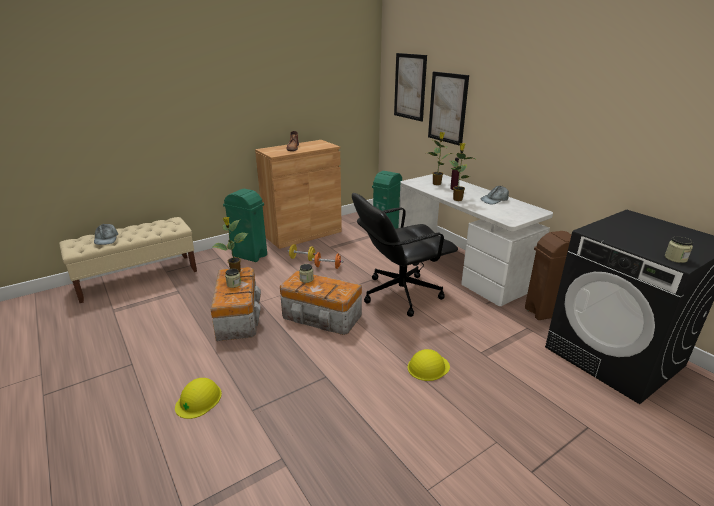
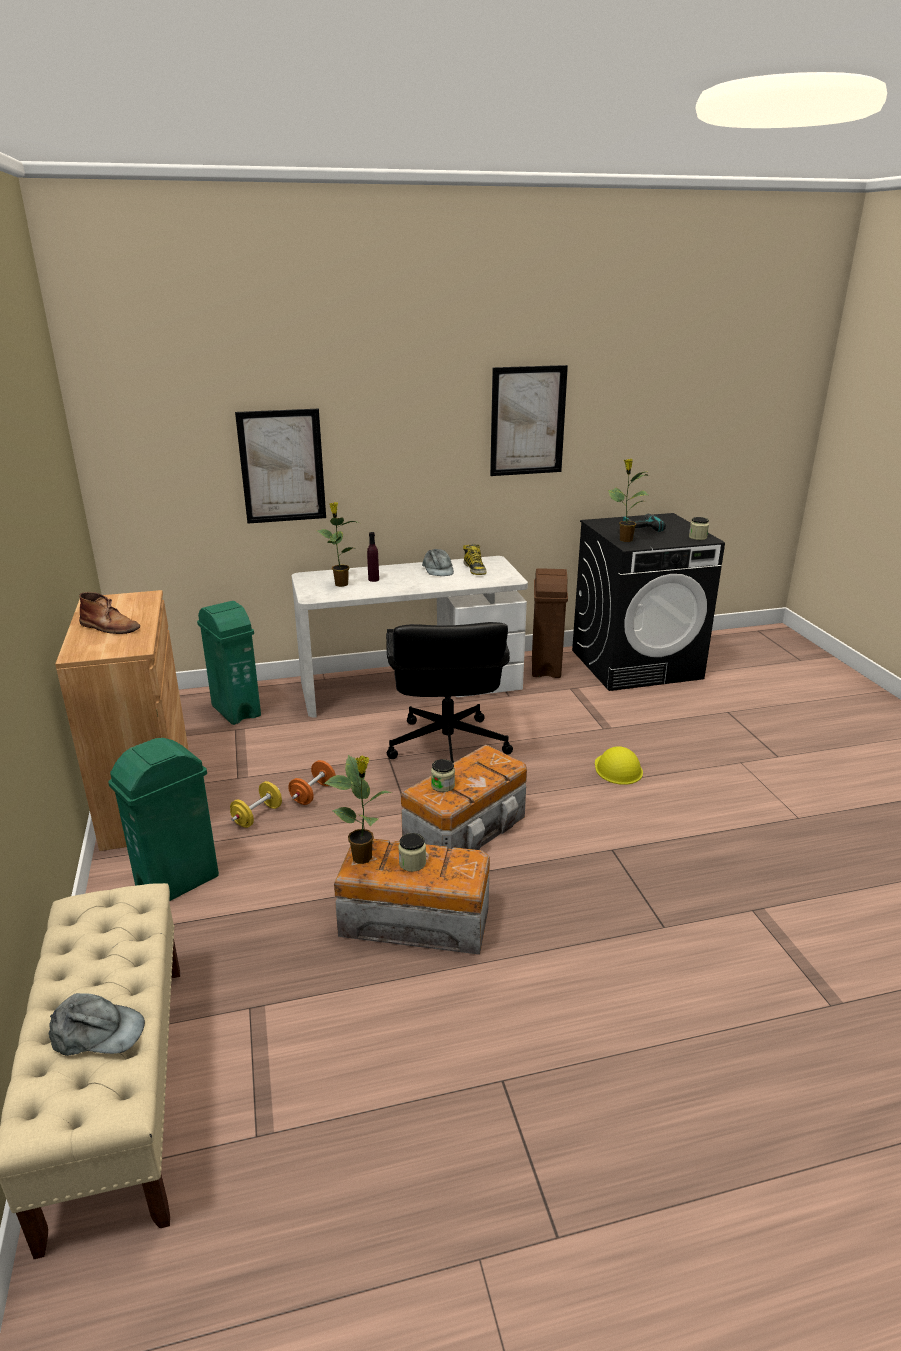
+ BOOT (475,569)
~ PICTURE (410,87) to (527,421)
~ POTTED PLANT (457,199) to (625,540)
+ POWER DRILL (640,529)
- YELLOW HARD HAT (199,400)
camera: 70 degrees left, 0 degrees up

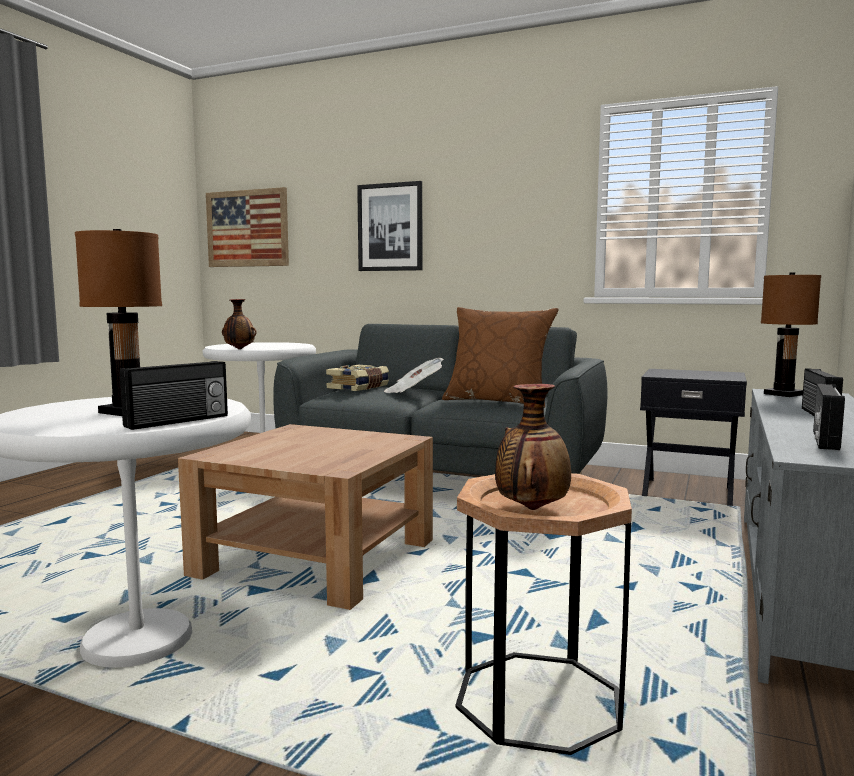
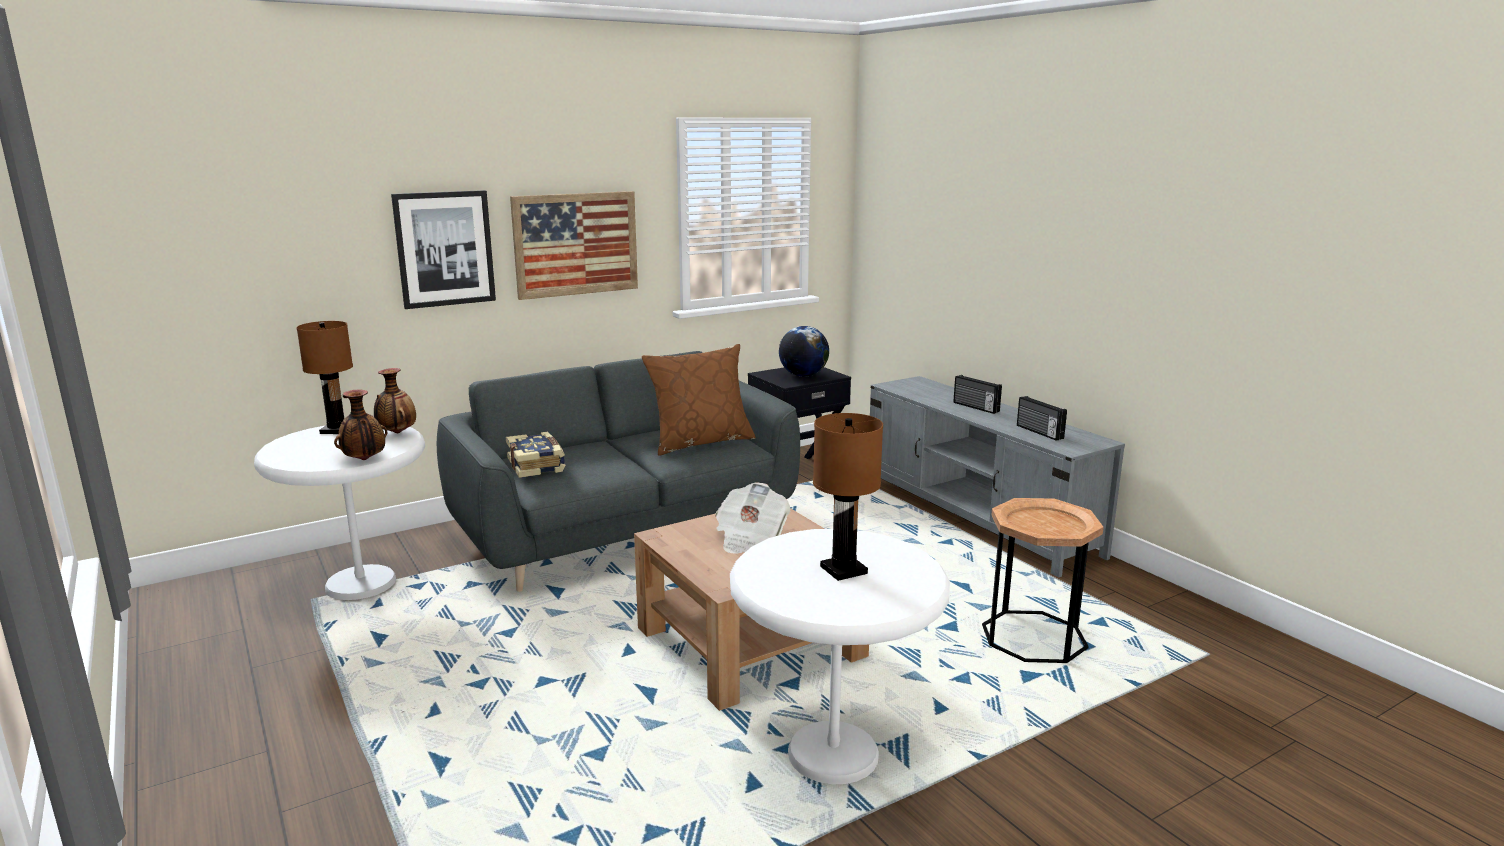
~ BROWN TABLE LAMP (782,394) to (336,430)
~ VASE (531,509) to (396,433)
~ PICTURE (247,228) to (576,244)
~ NEWSPAPER (413,392) to (750,538)
+ GLOBE (803,375)
- RADIO (178,421)
camera: 55 degrees left, 10 degrees up

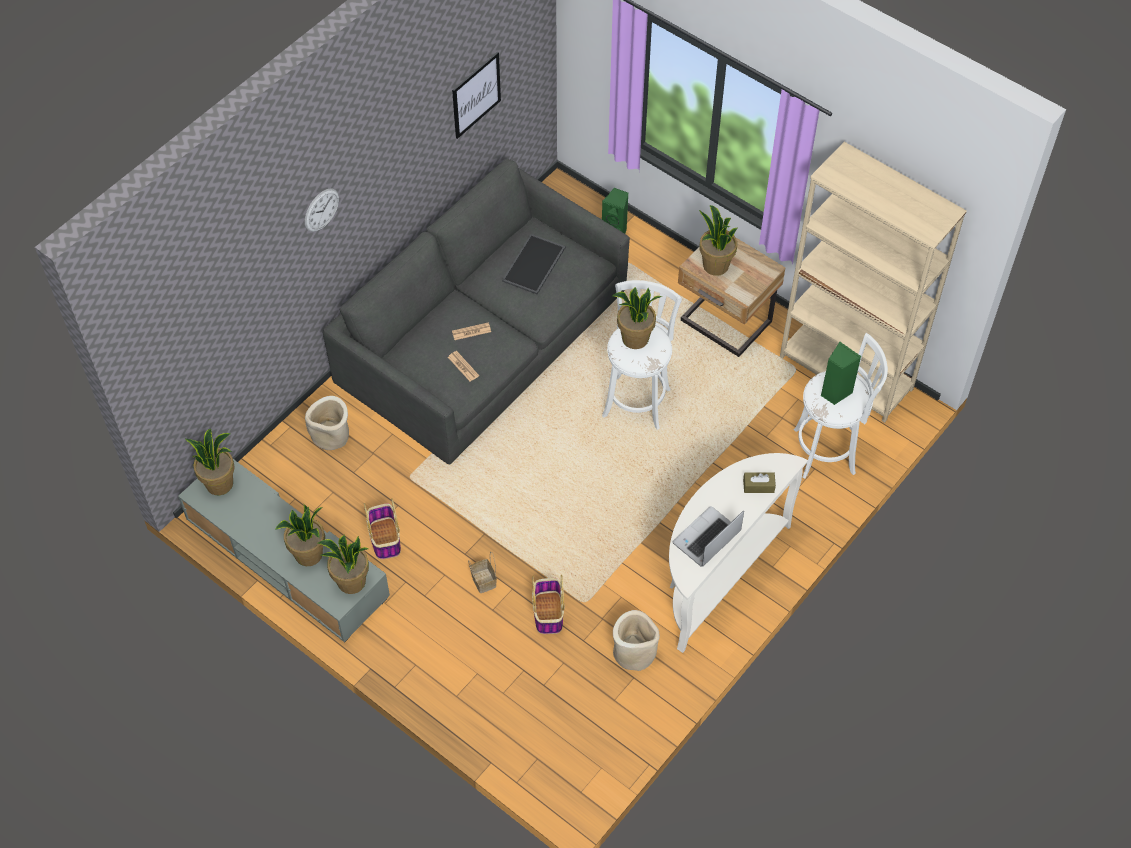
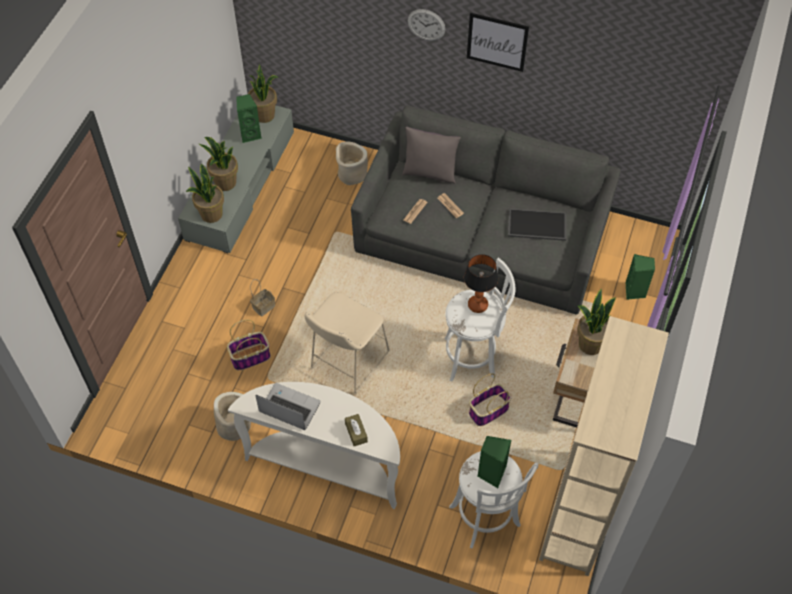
+ GREEN SPEAKER (250,134)
+ BEIGE STOOL (347,363)
+ GREY PILLOW (430,173)
~ POTTED PLANT (635,339) to TABLE LAMP (478,305)
~ PICTURE (476,95) to (497,42)
~ BASKET (385,538) to (489,410)
camera: 70 degrees right, 0 degrees up

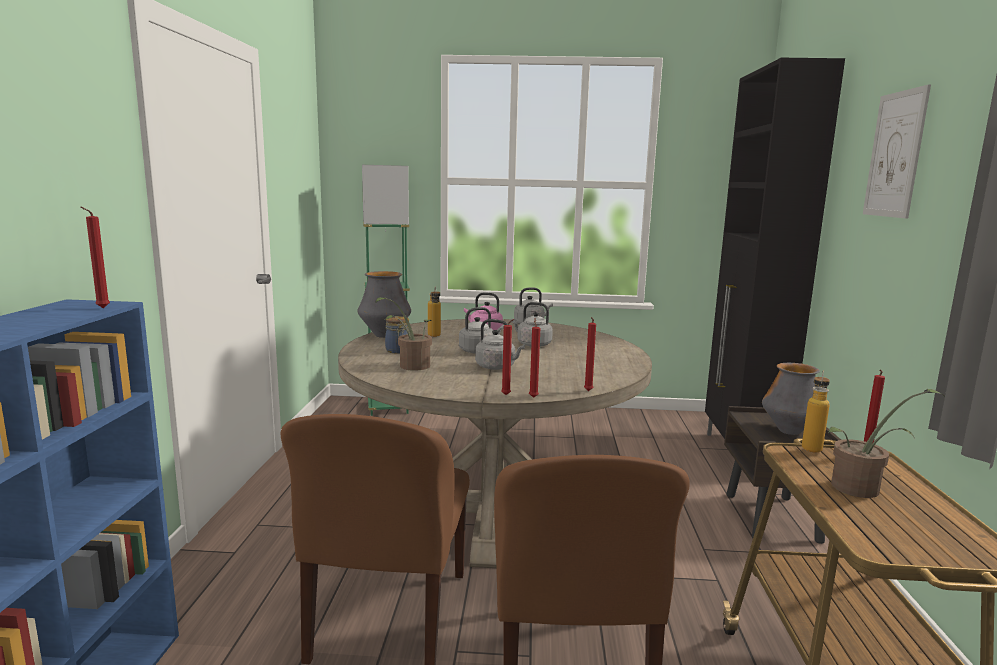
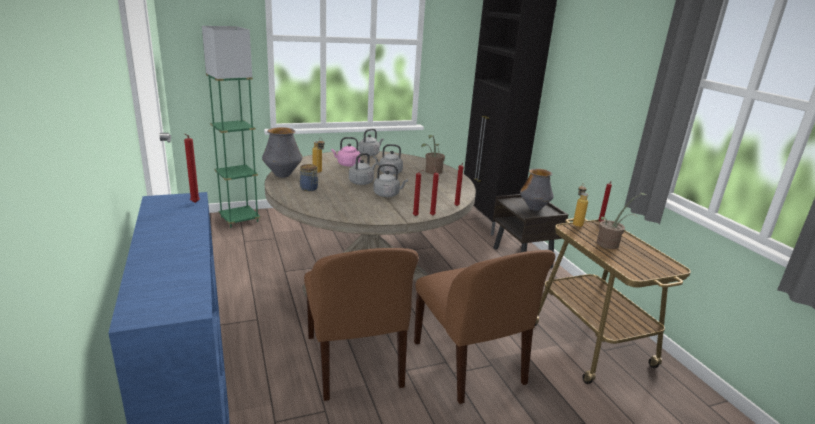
~ POTTED PLANT (410,366) to (432,172)
- PICTURE (895,154)
camera: 25 degrees left, 10 degrees up

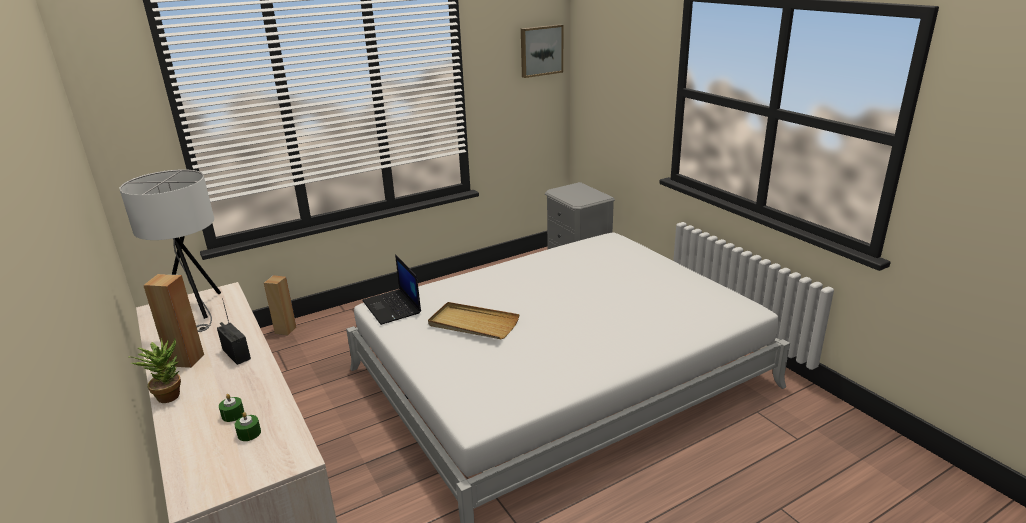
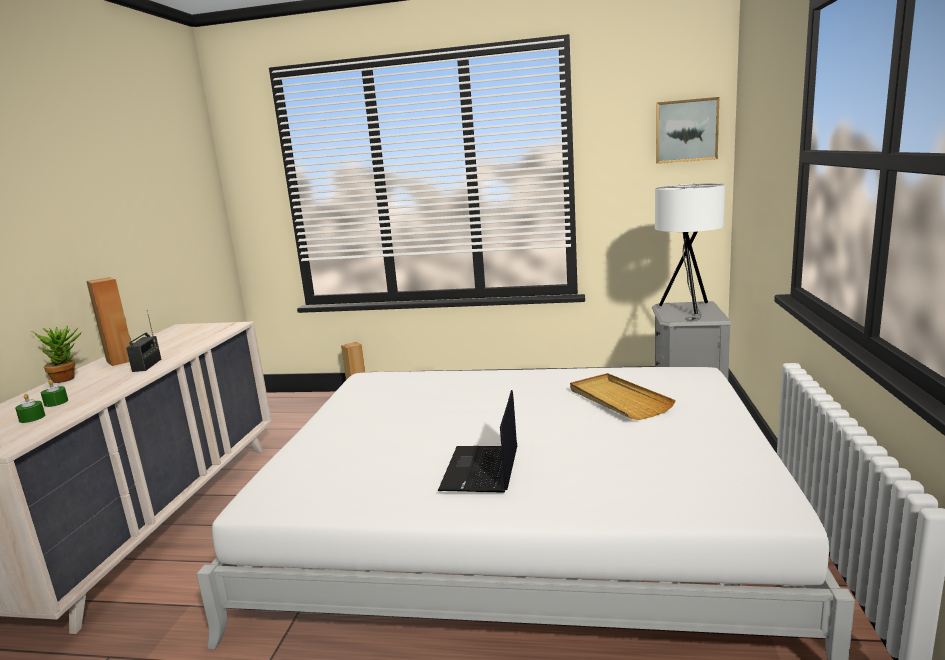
~ LAPTOP (393,307) to (481,470)
~ BEIGE TRAY (473,324) to (618,399)
~ WHITE TABLE LAMP (197,309) to (687,309)
camera: 40 degrees right, 10 degrees down

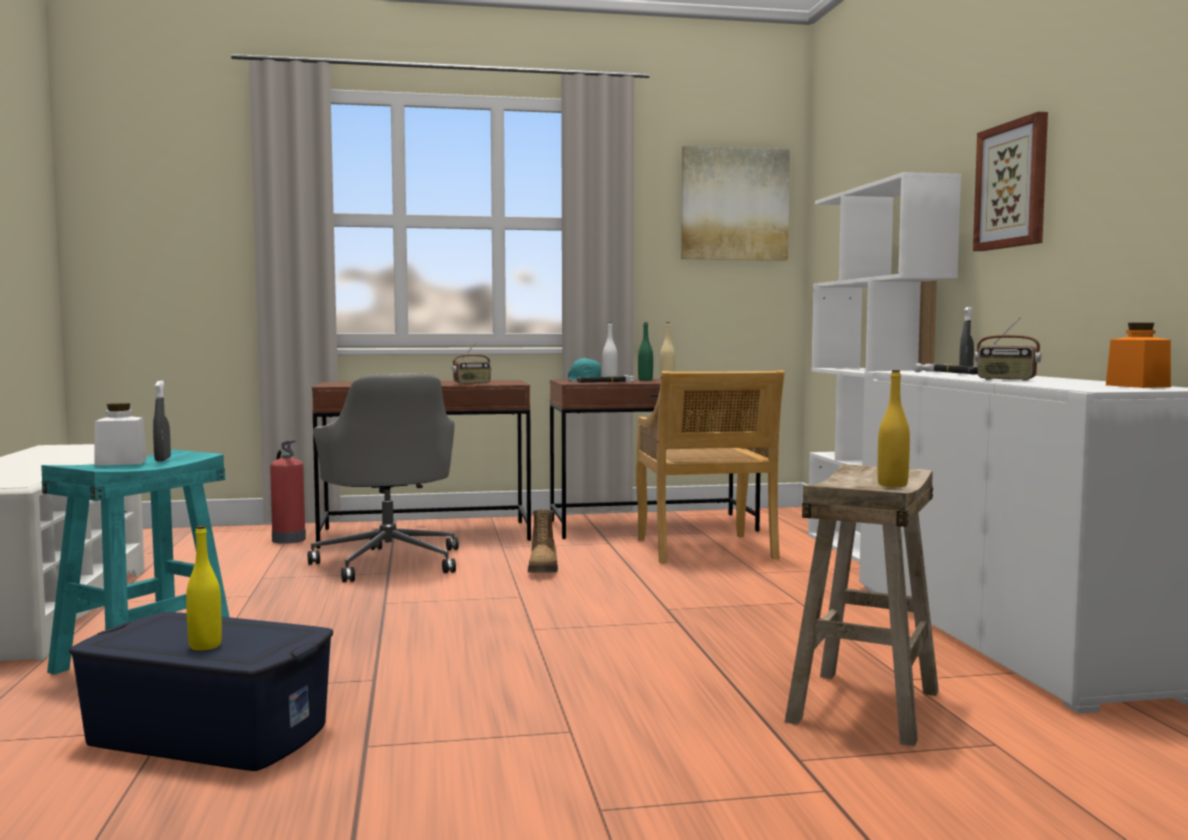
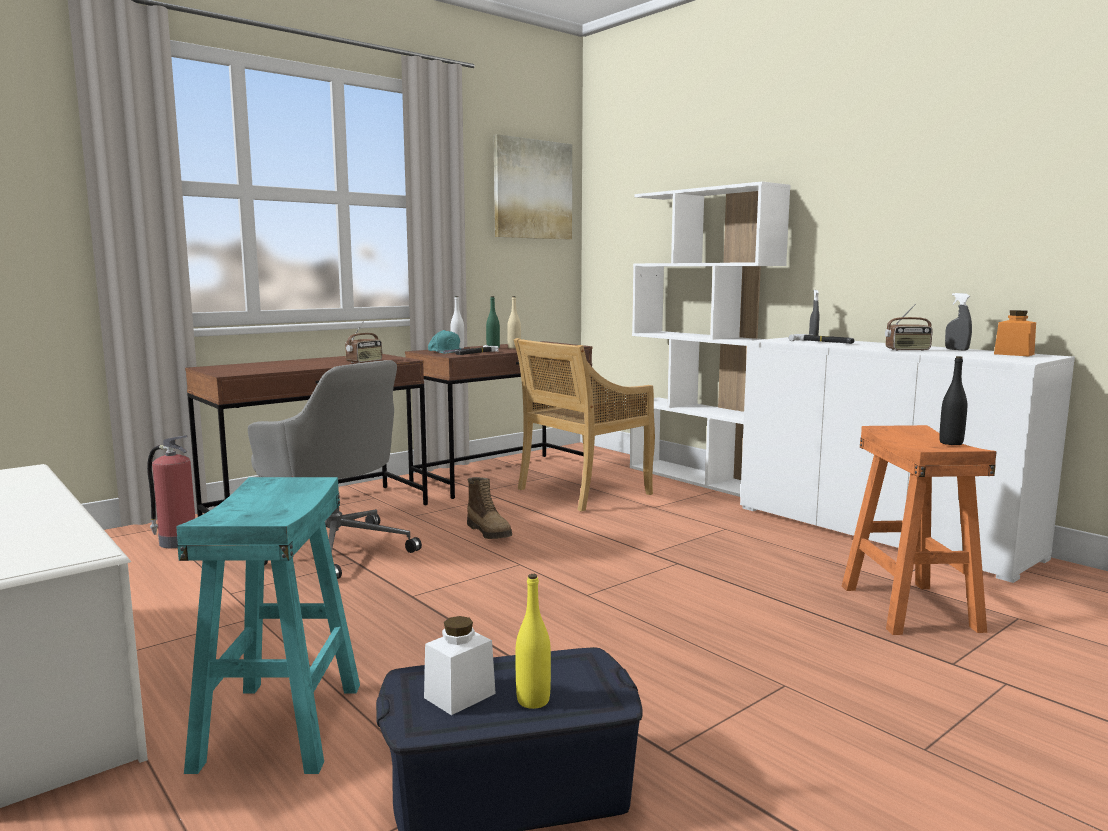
~ WHITE JAR (121,462) to (459,695)
~ BEIGE CHAIR (705,550) = (582,492) 90 degrees clockwise
~ BEIGE STOOL (866,706) to ORANGE STOOL (910,608)
~ YELLOW BOTTLE (892,485) to BLACK BOTTLE (951,443)
~ GREY SPRAY BOTTLE (162,460) to (956,349)
- PICTURE (1013,185)
camera: 30 degrees left, 5 degrees up

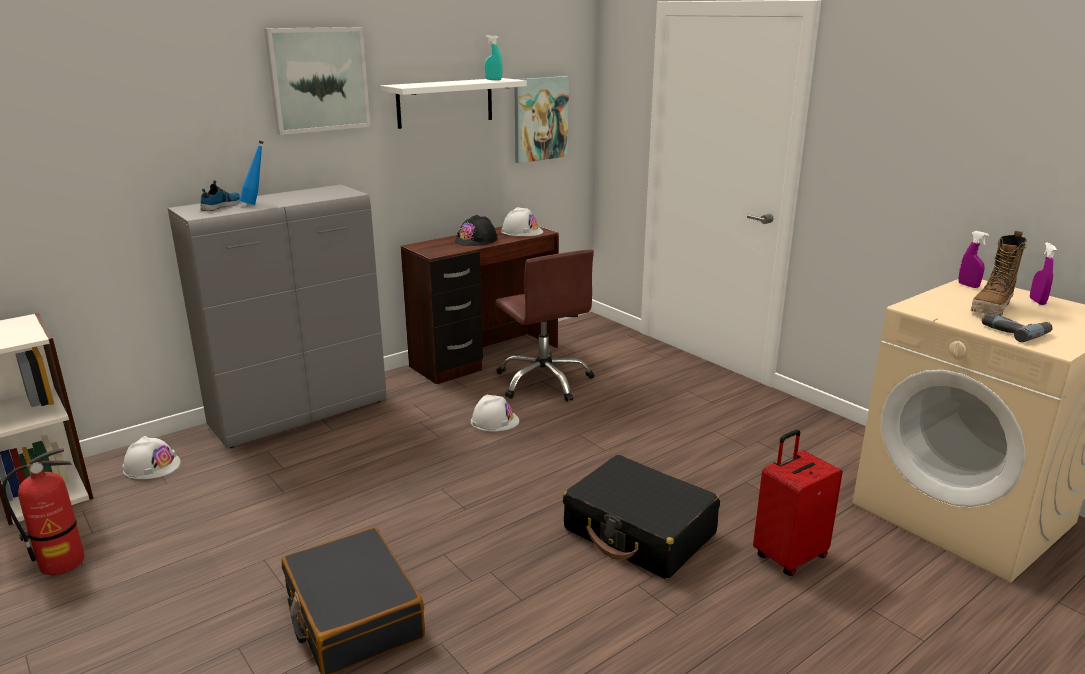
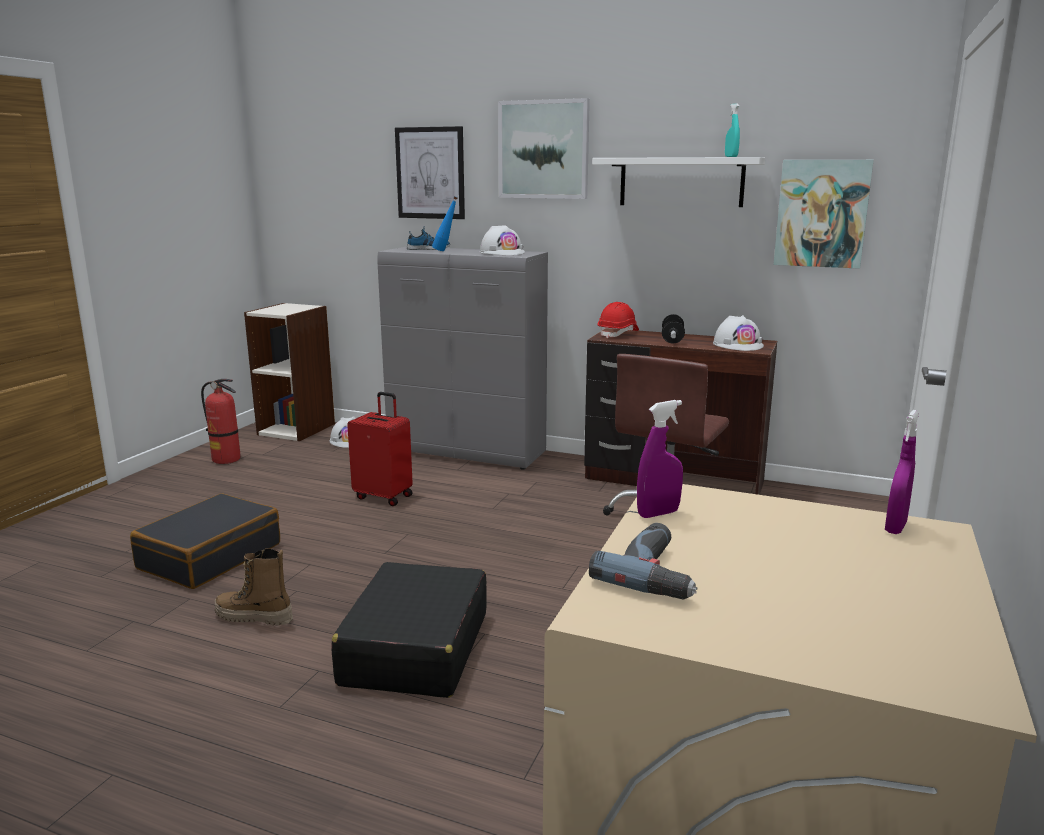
~ BOOT (992,309) to (254,617)
~ RED SUITCASE (788,556) to (384,496)
+ PICTURE (430,173)
~ WHITE HARD HAT (494,421) to (502,252)
+ RED HARD HAT (618,334)
~ PURPLE SPRAY BOTTLE (1037,301) to (658,513)
~ BLACK HARD HAT (476,240) to DUMBBELL (672,339)
camera: 60 degrees right, 5 degrees down

